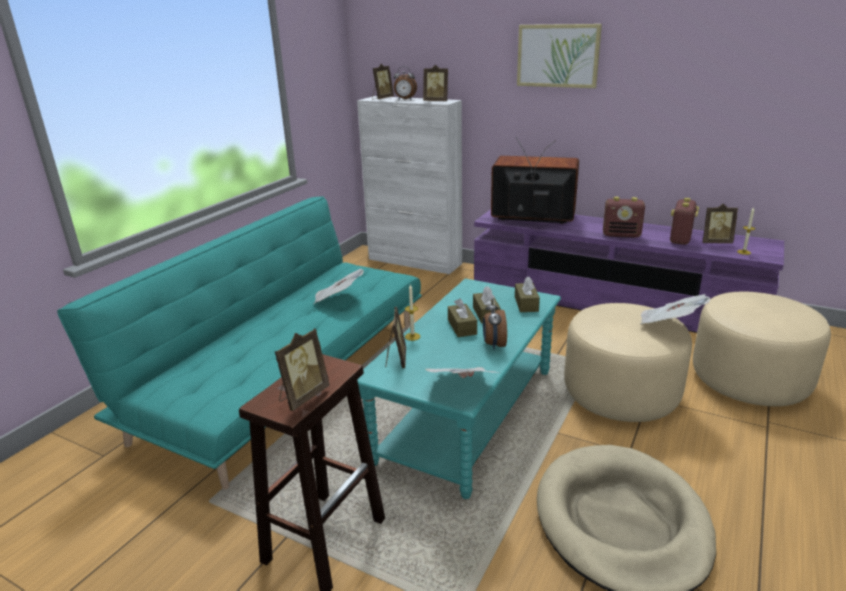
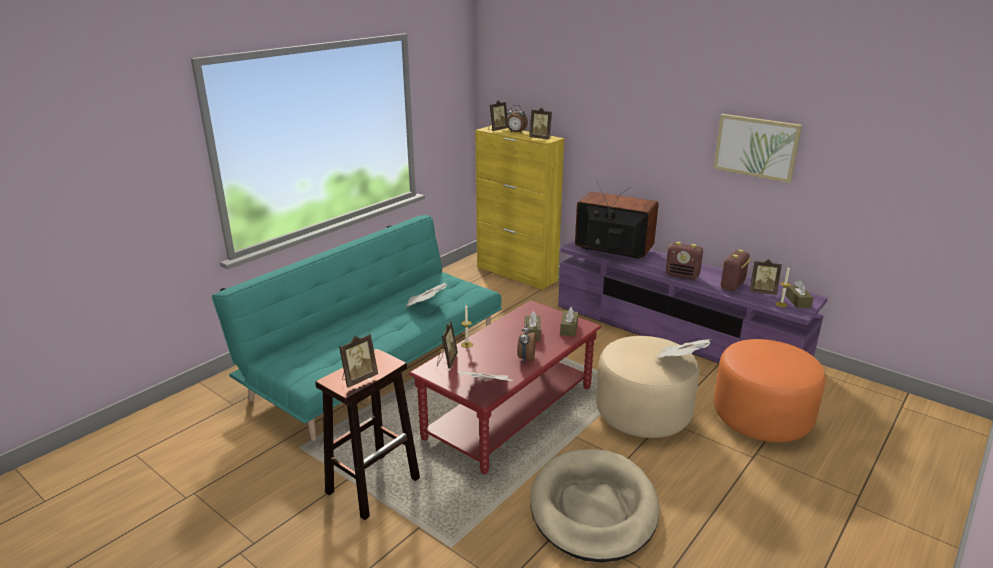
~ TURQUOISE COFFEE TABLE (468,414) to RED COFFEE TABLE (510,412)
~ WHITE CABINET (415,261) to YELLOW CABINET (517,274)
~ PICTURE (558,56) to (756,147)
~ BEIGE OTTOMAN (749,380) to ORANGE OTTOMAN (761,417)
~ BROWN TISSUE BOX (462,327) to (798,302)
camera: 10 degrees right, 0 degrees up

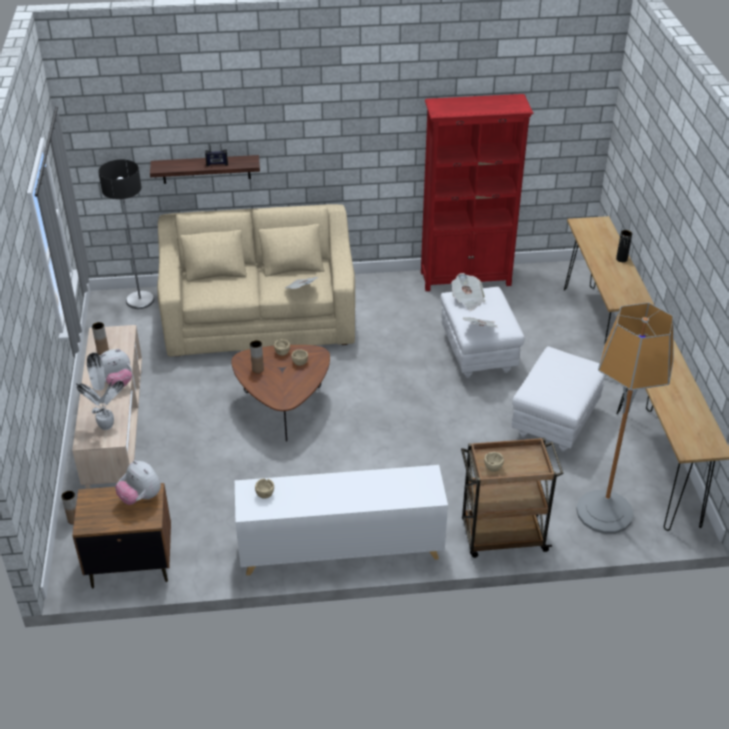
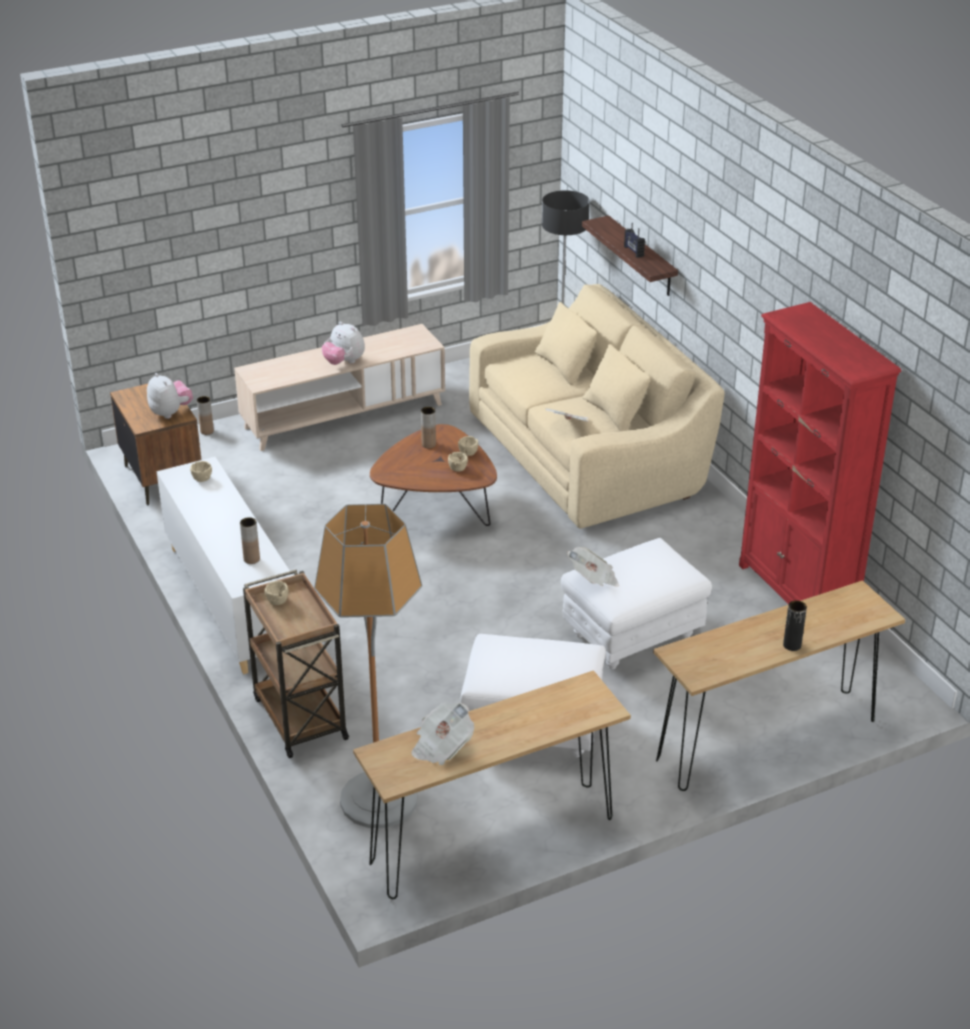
~ PLUSH TOY (141,497) = (171,412) 120 degrees clockwise
~ BROWN VASE (103,351) to (251,559)
~ NEWSPAPER (467,299) to (441,746)
- POTTED PLANT (106,425)
camera: 70 degrees right, 5 degrees down

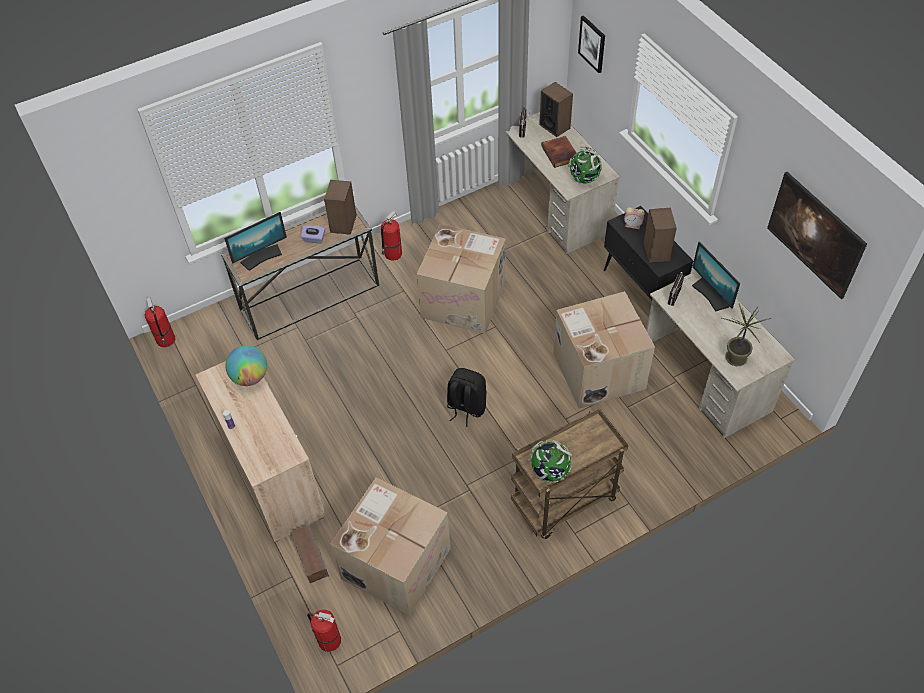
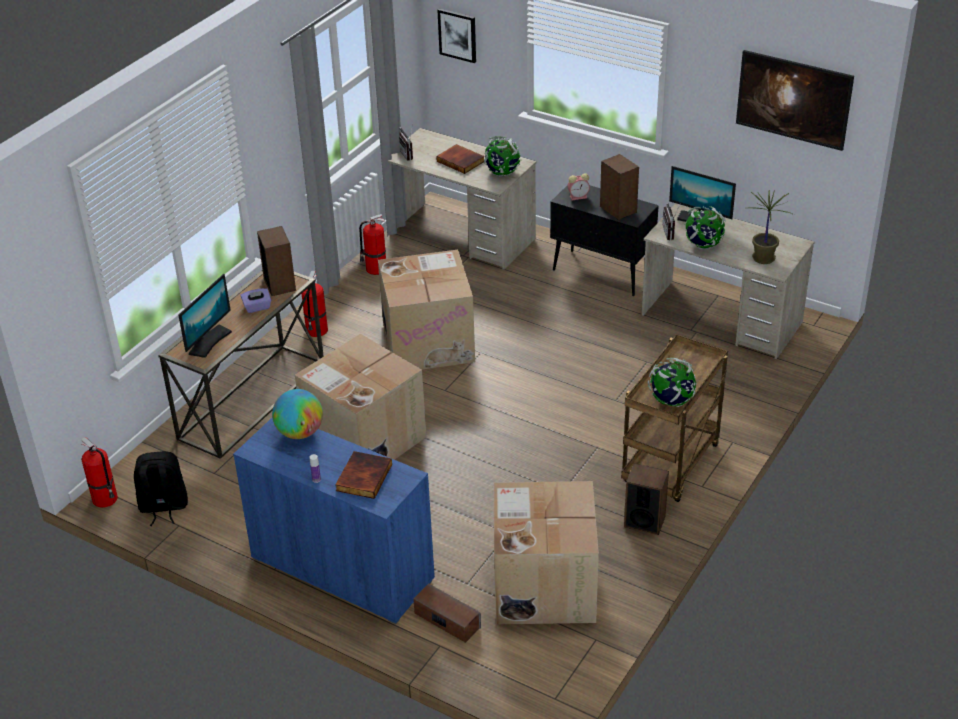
~ BLACK BACKPACK (466,407) to (163,507)
~ BEIGE CABINET (273,475) to BLUE CABINET (342,568)
~ CARDBOARD BOX (597,370) to (362,439)
+ BOOK (363,477)
~ FIRE EXTINGUISHER (328,640) to (375,269)
~ SPEAKER (554,126) to (644,521)
+ GLOBE (703,245)
camera: 30 degrees left, 15 degrees down

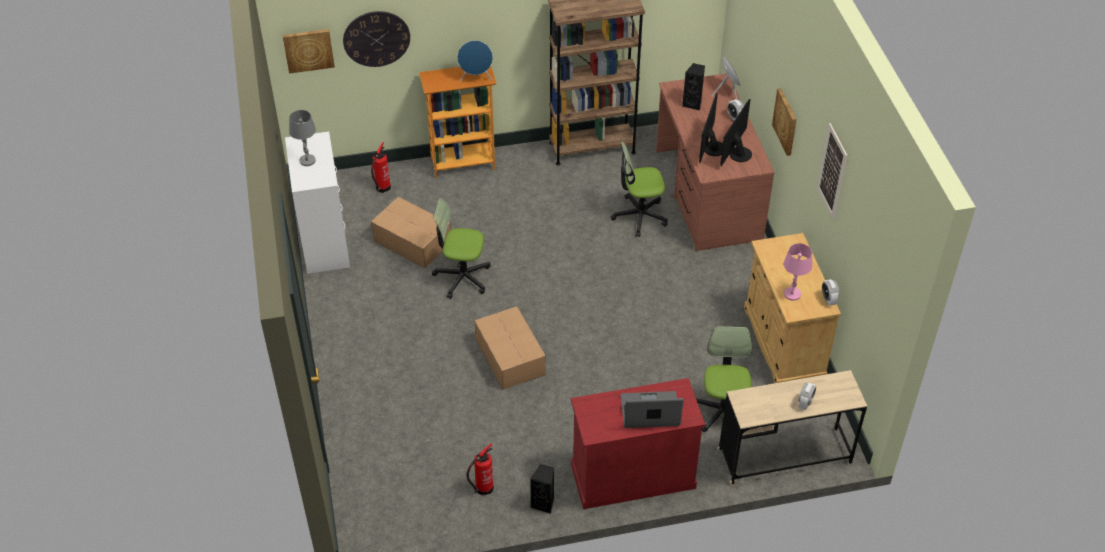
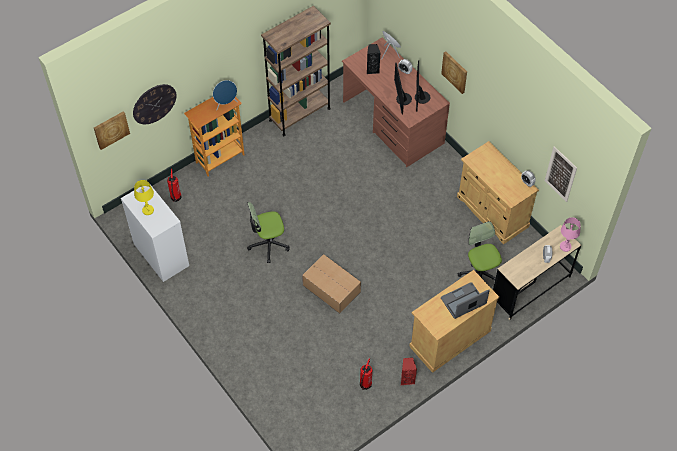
~ GREY TABLE LAMP (307,161) to YELLOW TABLE LAMP (148,210)
~ BLACK SPEAKER (544,503) to RED SPEAKER (407,379)
~ RED CABINET (632,476) to BEIGE CABINET (450,338)
~ PICTURE (832,171) to (560,174)
~ PINK TABLE LAMP (792,294) to (565,246)
- CARDBOARD BOX (411,241)
- OFFICE CHAIR (639,216)
camera: 25 degrees left, 10 degrees up

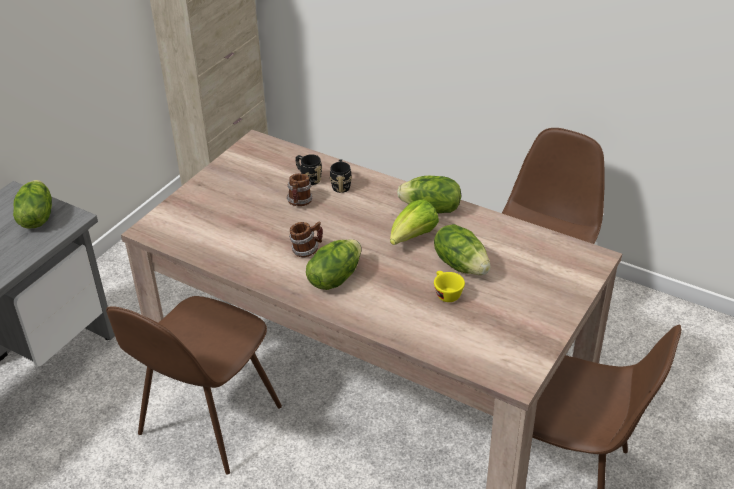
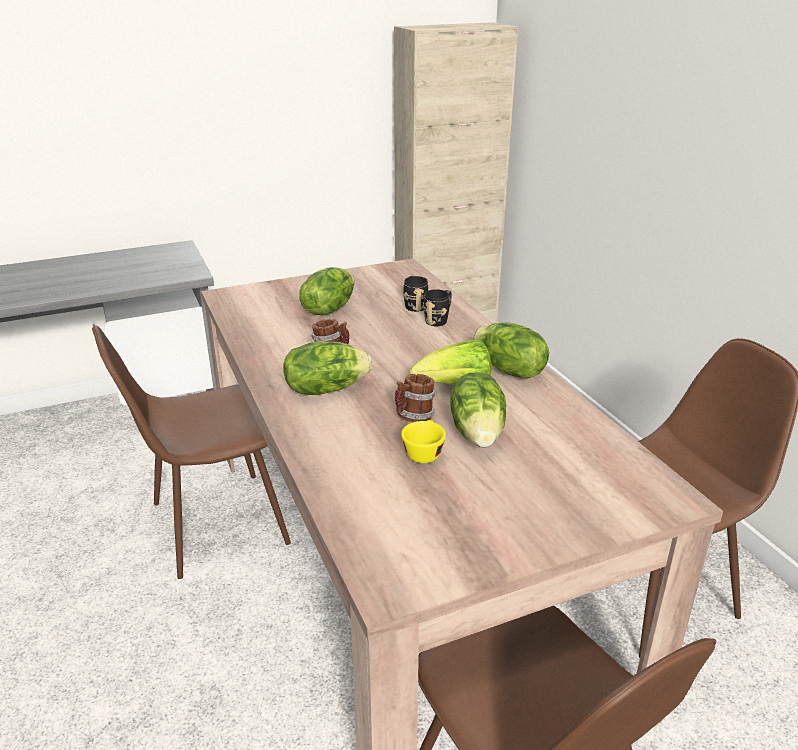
~ LETTUCE (36,218) to (328,309)
~ MUG (300,203) to (413,418)
camera: 35 degrees right, 10 degrees down

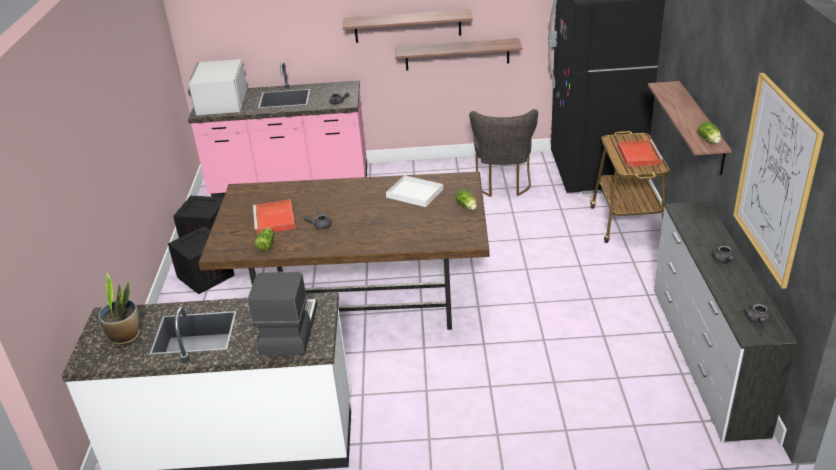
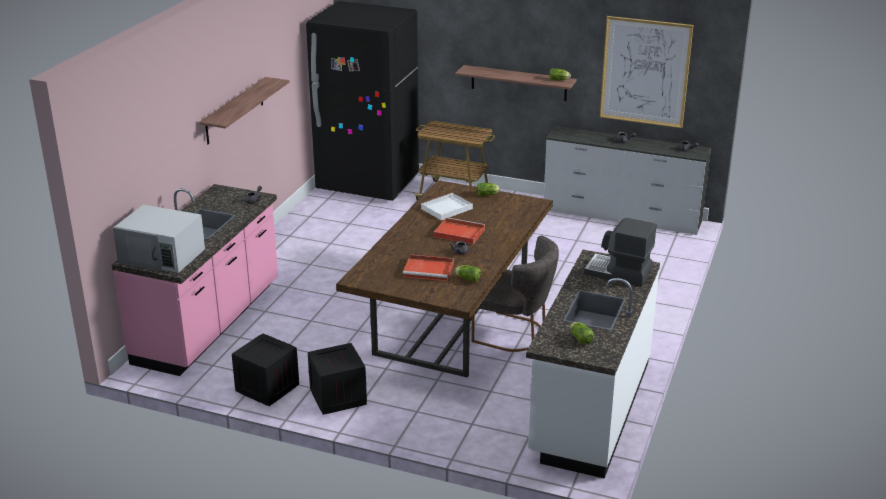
~ RED TRAY (638,155) to (458,233)
~ GREY CHAIR (503,184) to (515,334)
~ POTTED PLANT (125,336) to LETTUCE (580,338)
- SHELF (457,54)
camera: 70 degrees left, 5 degrees down

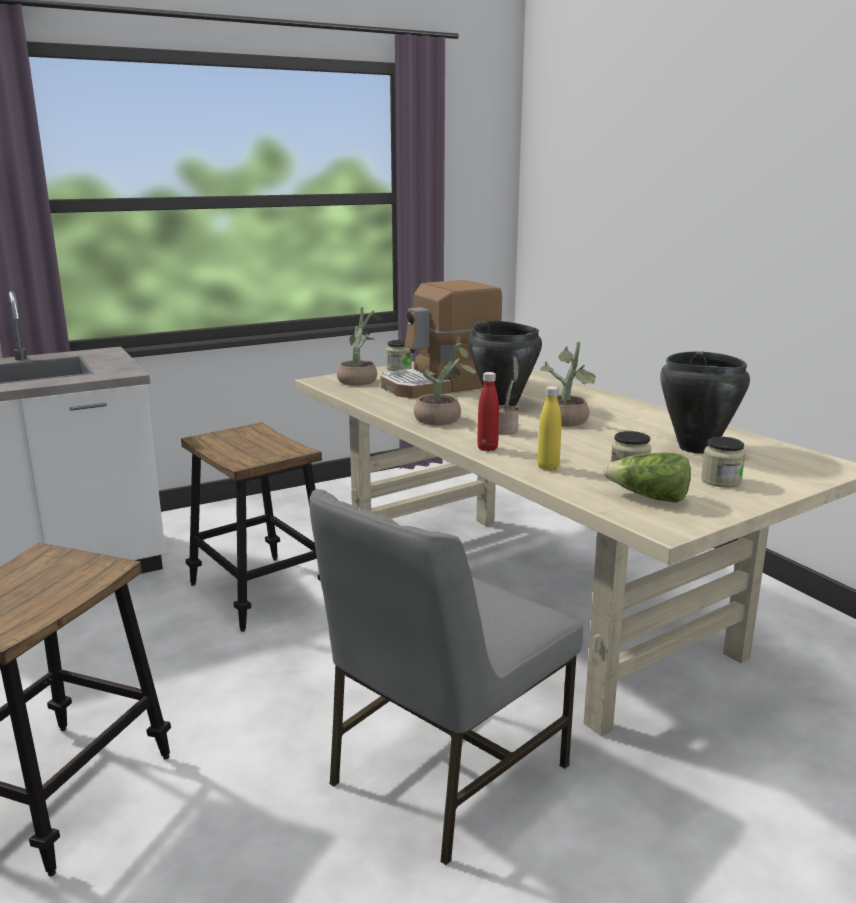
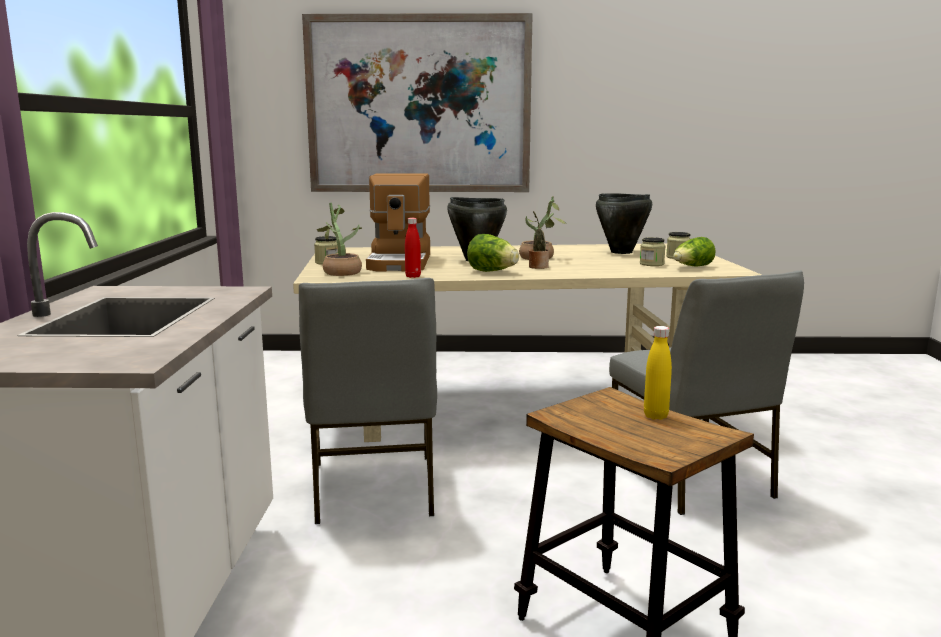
~ STOOL (260,592) to GREY CHAIR (373,489)
+ PICTURE (419,105)
~ RED BOTTLE (487,448) to (413,276)
~ POTTED PLANT (443,420) to LETTUCE (492,271)
~ YELLOW BOTTLE (548,467) to (655,416)
camera: 60 degrees left, 5 degrees down

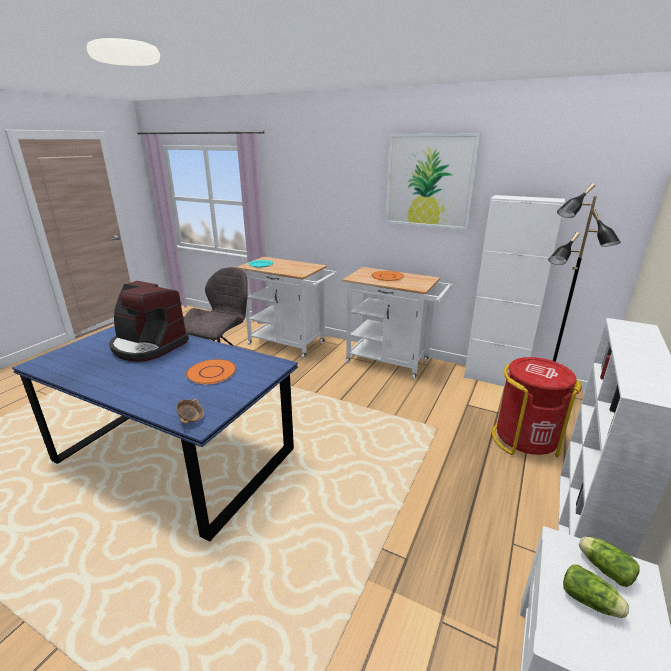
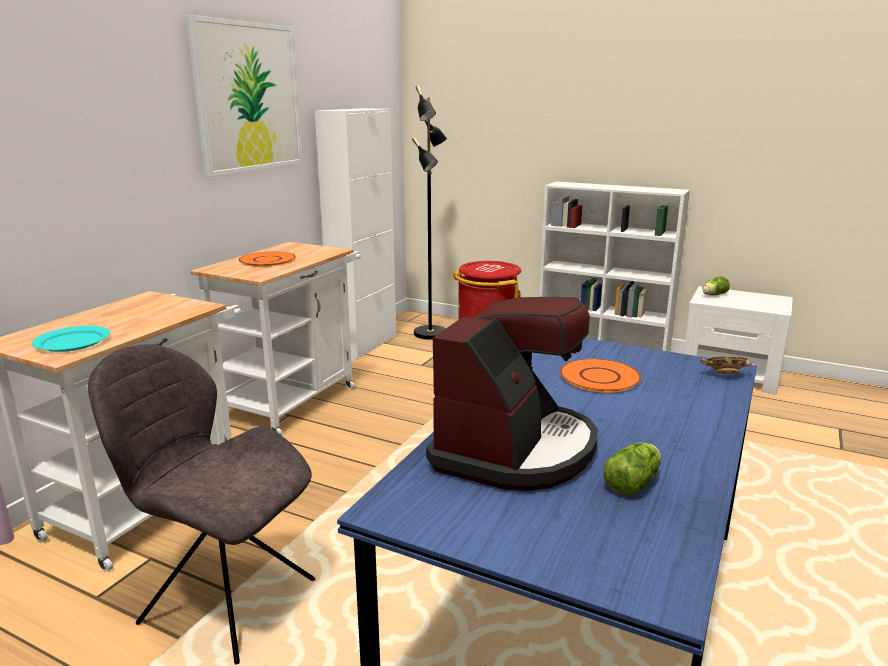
~ LETTUCE (591,602) to (634,482)
camera: 90 degrees left, 5 degrees down

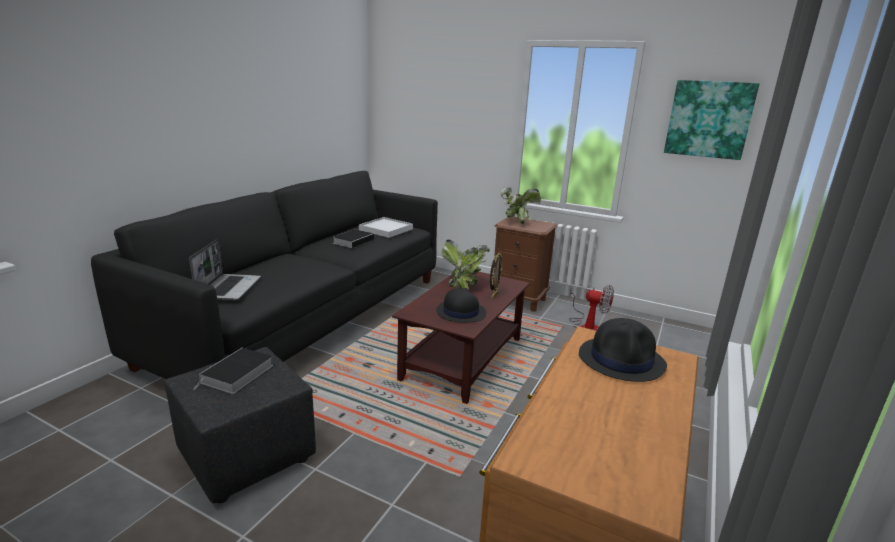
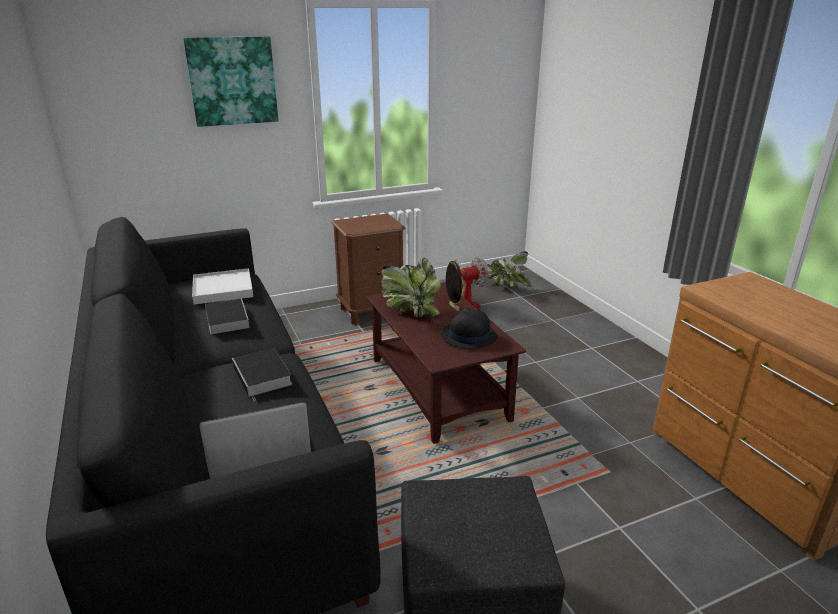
~ PICTURE (709,119) to (232,81)
~ LAPTOP (229,288) = (257,452) 60 degrees counterclockwise
~ BOOK (237,375) to (263,376)
~ POTTED PLANT (516,222) to (506,288)
- BLACK HAT (622,360)
camera: 50 degrees left, 5 degrees up

